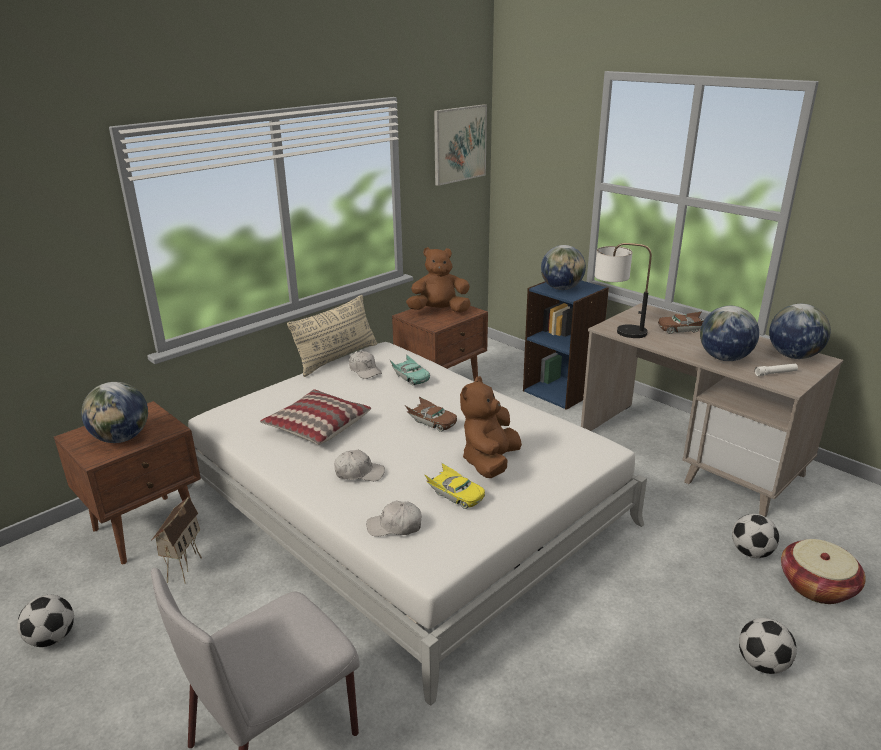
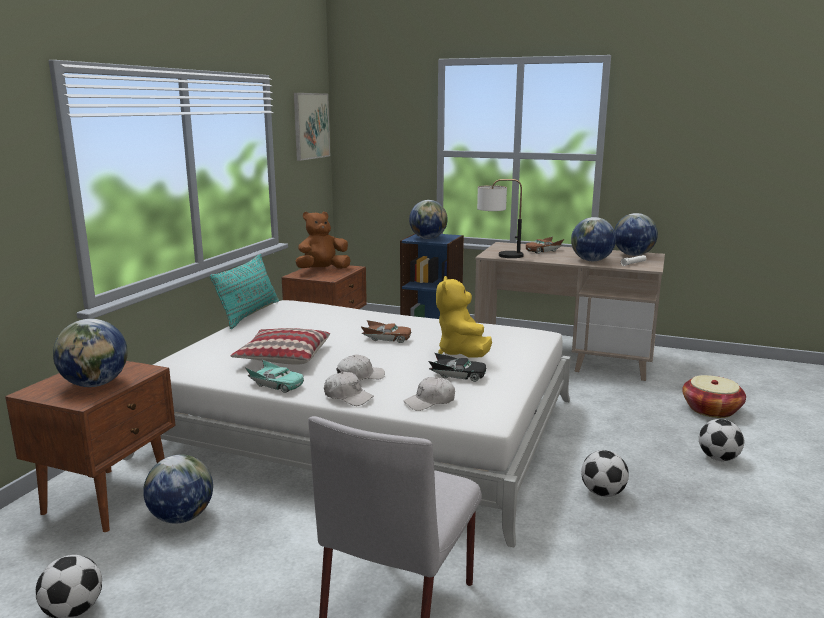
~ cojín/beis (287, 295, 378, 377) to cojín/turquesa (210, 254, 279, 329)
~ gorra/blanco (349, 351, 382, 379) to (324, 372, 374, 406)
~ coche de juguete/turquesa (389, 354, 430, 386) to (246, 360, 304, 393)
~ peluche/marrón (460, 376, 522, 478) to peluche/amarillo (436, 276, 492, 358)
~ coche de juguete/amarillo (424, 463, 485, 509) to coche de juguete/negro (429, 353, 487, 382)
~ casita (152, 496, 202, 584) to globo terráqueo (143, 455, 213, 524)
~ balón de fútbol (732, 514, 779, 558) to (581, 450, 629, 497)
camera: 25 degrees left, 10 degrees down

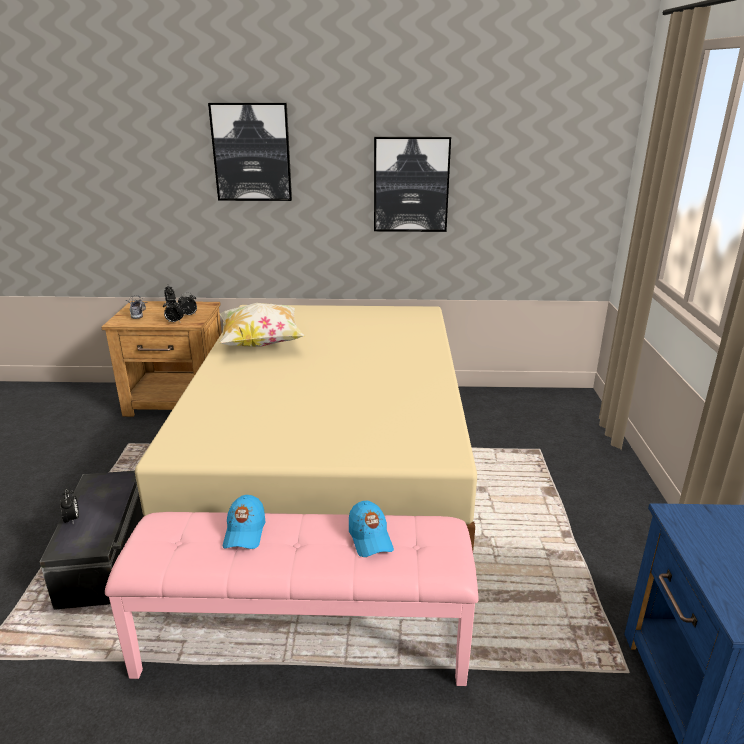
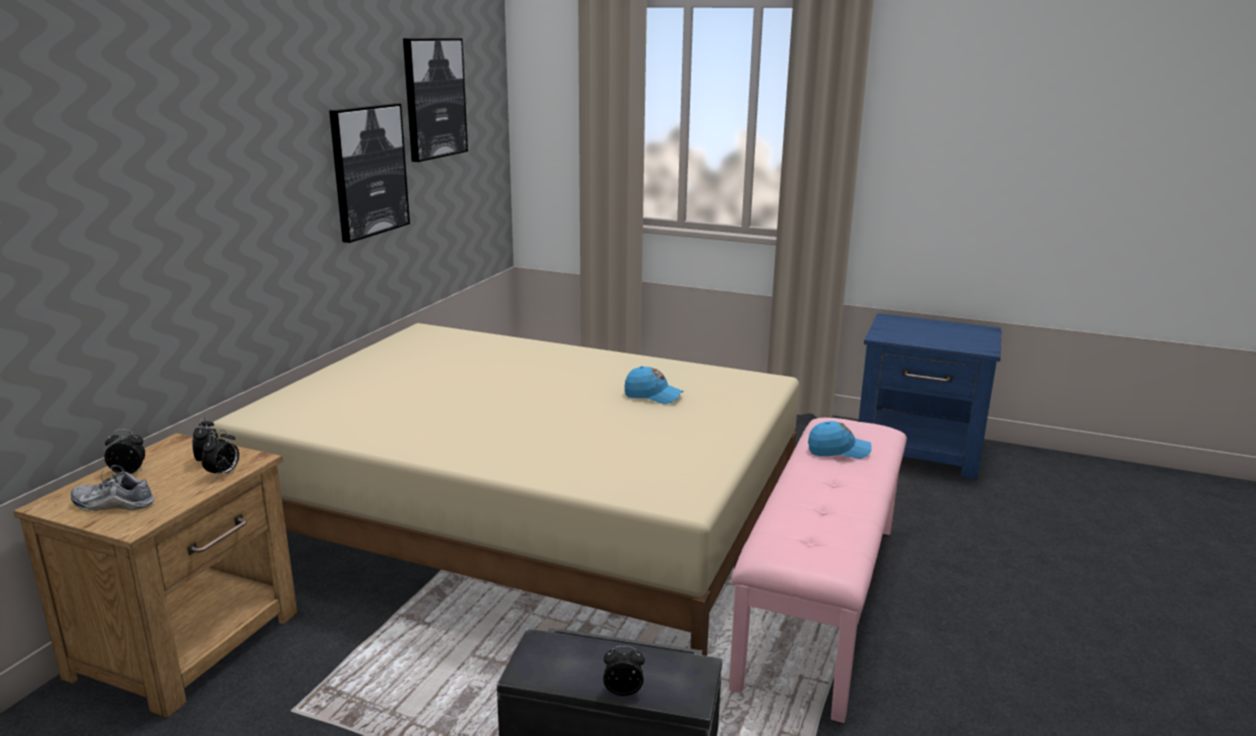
~ cuadro (208, 103, 292, 201) to (403, 38, 468, 162)
- cojín (218, 303, 305, 347)
~ gorra/azul (223, 495, 265, 549) to (624, 366, 683, 404)
camera: 70 degrees left, 5 degrees down

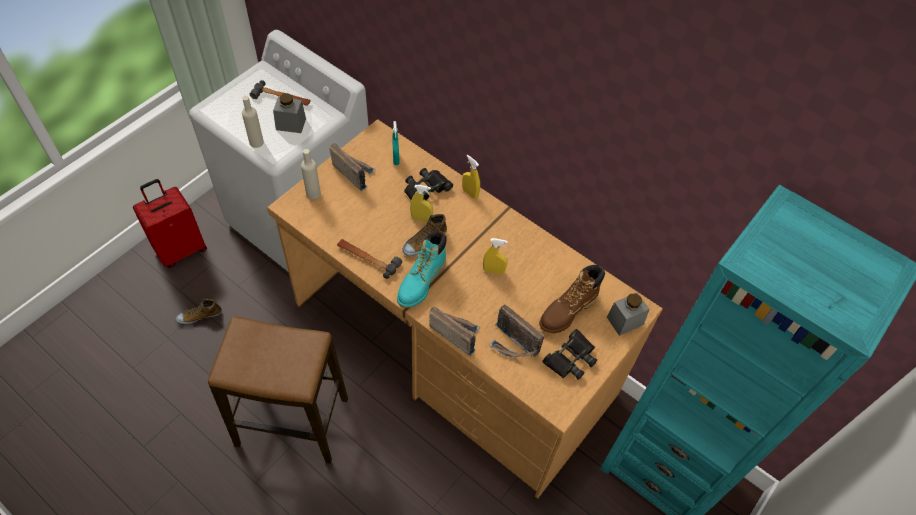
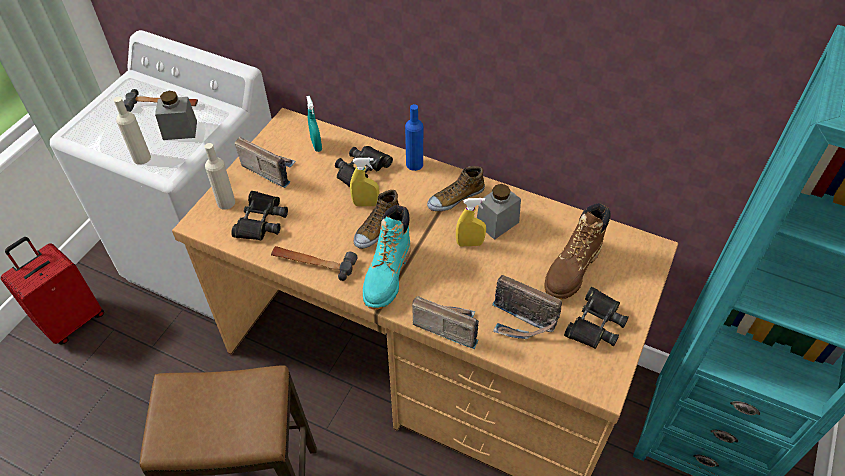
~ pulverizador/amarillo (462, 155, 480, 199) to botella/azul (405, 104, 423, 171)
~ tarro/gris (607, 292, 650, 336) to (477, 184, 521, 240)
~ zapato (176, 299, 222, 324) to (427, 166, 485, 211)
+ prismáticos/negro (231, 191, 288, 240)
camera: 10 degrees left, 5 degrees down

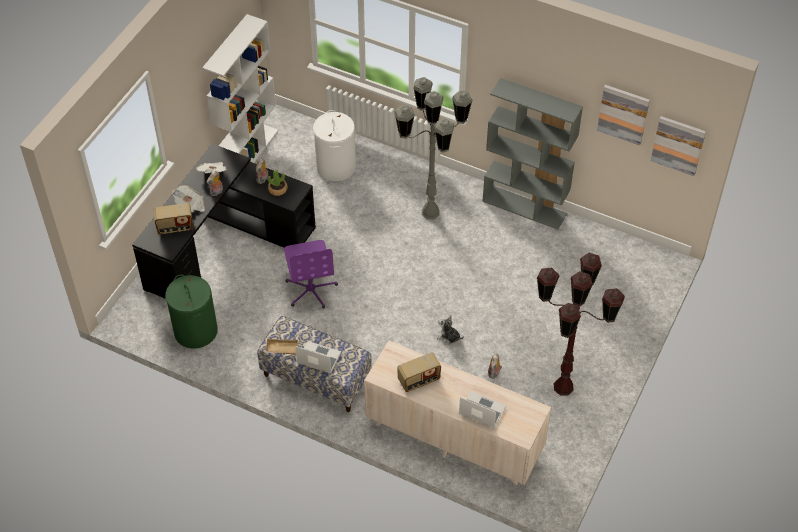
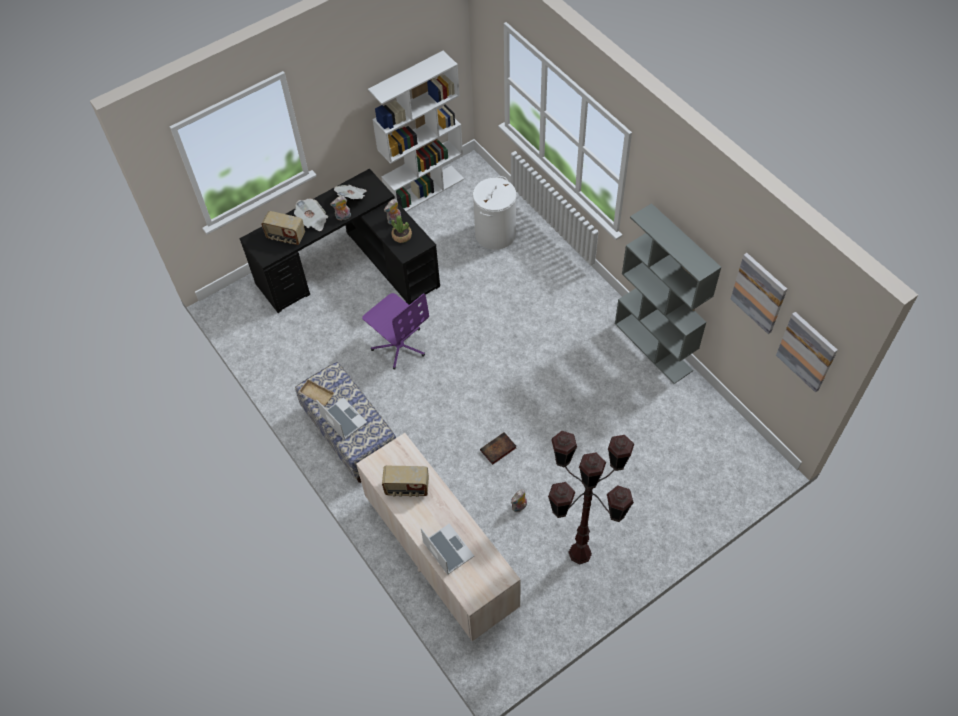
- lámpara de pie/gris (394, 77, 473, 219)
~ silla de oficina/morado (284, 240, 338, 309) = (362, 293, 429, 369) 60 degrees counterclockwise
- cesto de la ropa/verde (165, 274, 218, 349)
~ peluche (437, 315, 464, 345) to libro (480, 432, 516, 465)
camera: 30 degrees right, 5 degrees up

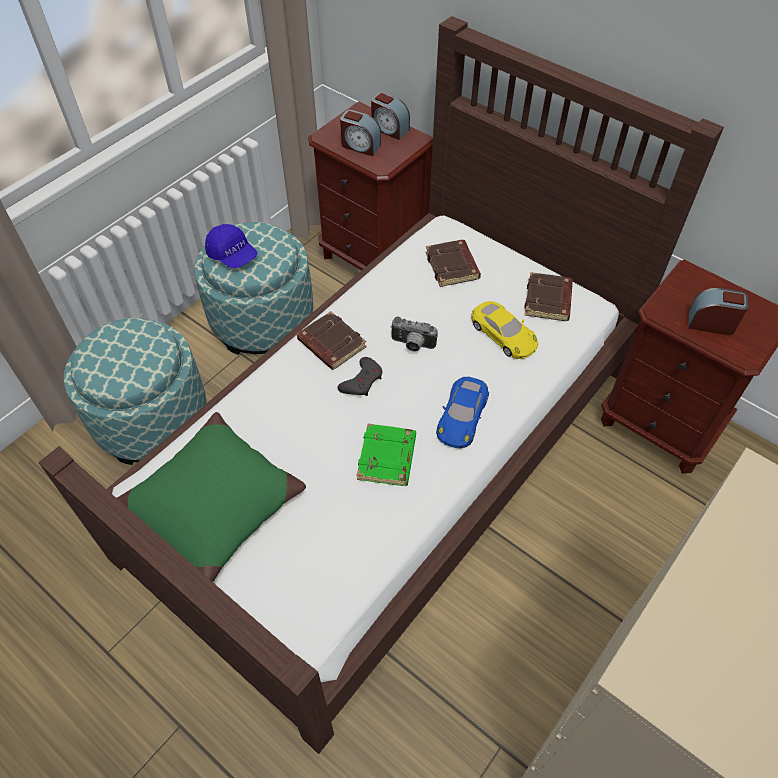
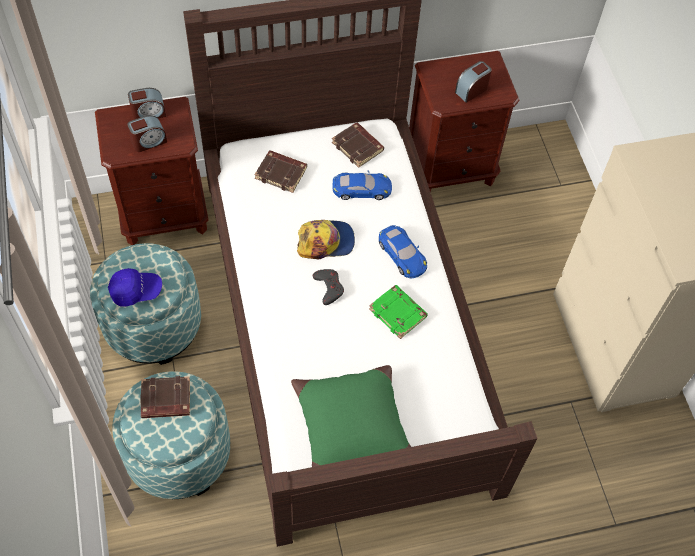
~ coche de juguete/amarillo (471, 301, 538, 359) to coche de juguete/azul (332, 170, 392, 200)
~ libro/marrón (297, 311, 367, 370) to (140, 376, 190, 418)
~ cámara (390, 317, 438, 352) to gorra (297, 220, 355, 260)
camera: 55 degrees left, 5 degrees up

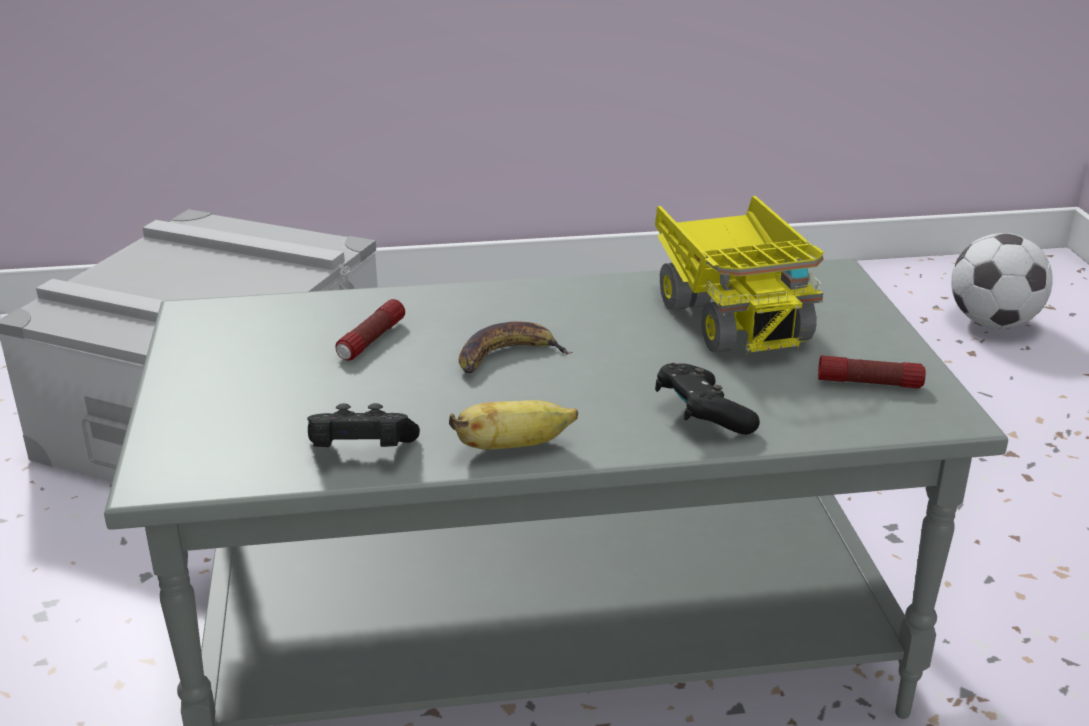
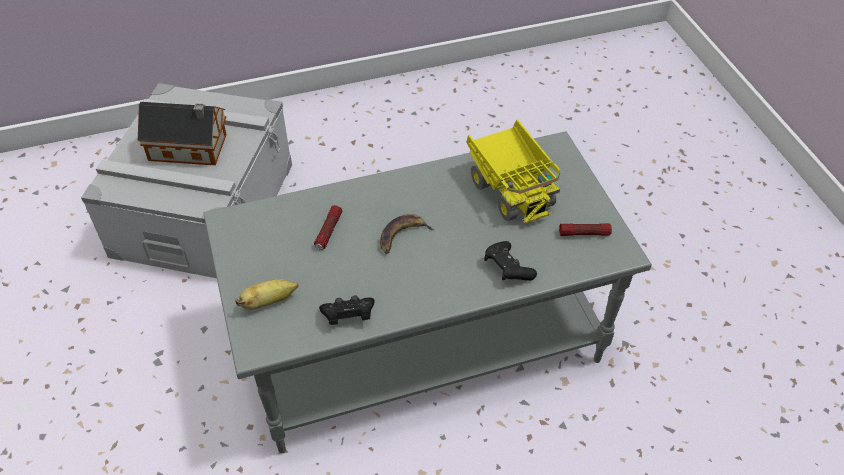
- balón de fútbol (951, 233, 1053, 329)
~ plátano (449, 400, 578, 449) to (236, 279, 299, 309)
+ casita (138, 102, 227, 165)
camera: 10 degrees left, 20 degrees up

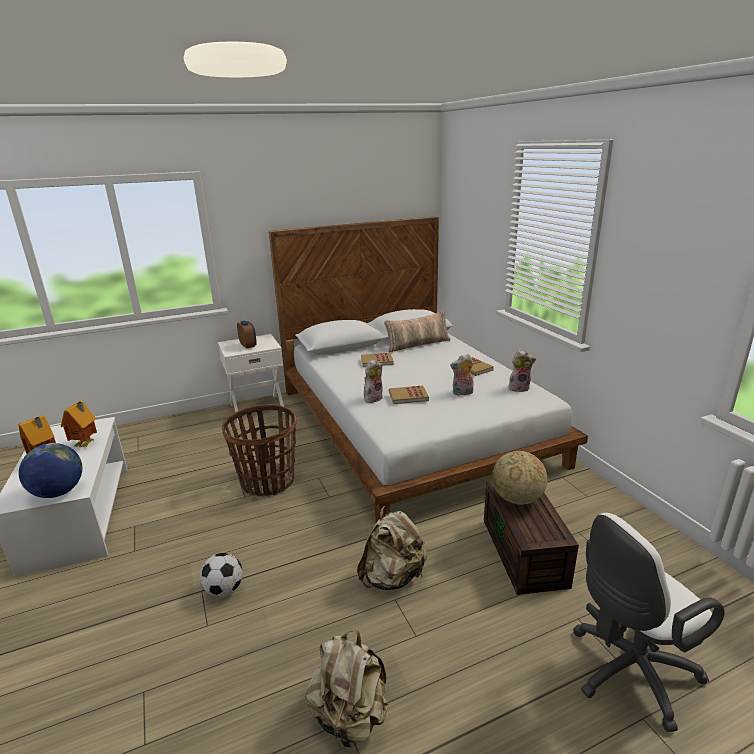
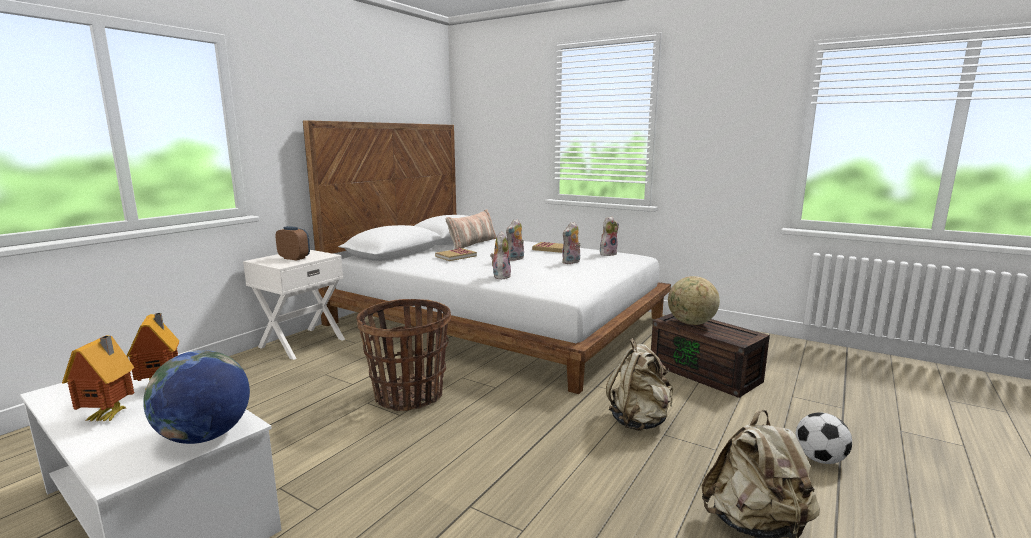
- libro (389, 386, 429, 404)
- silla de oficina/blanco (573, 513, 725, 732)
~ balón de fútbol (200, 553, 243, 597) to (796, 412, 852, 464)
+ peluche (506, 219, 524, 261)
camera: 35 degrees left, 10 degrees down

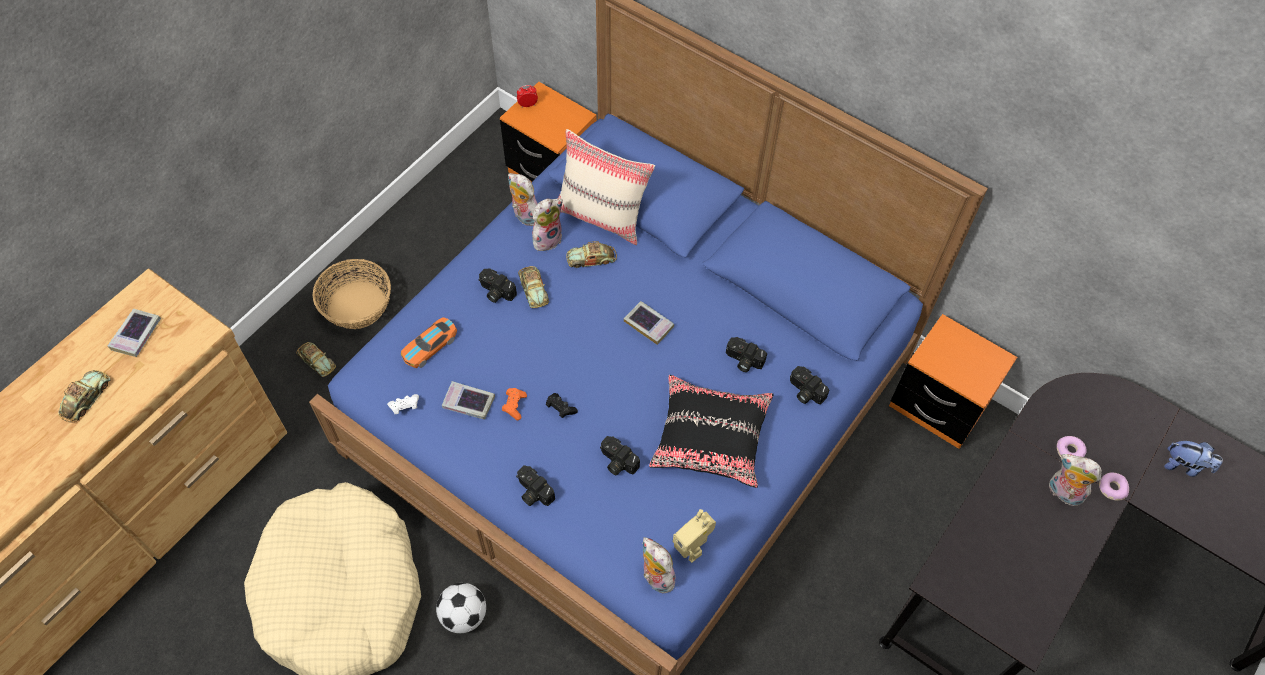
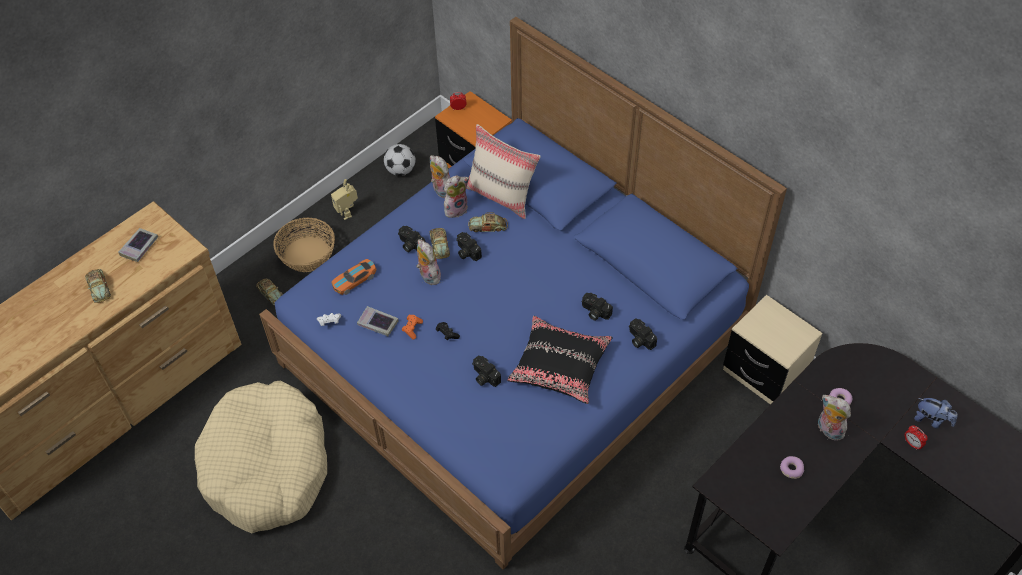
- libro (624, 301, 674, 345)
~ mesita de noche/naranja (889, 314, 1017, 449) to mesita de noche/beis (723, 295, 823, 405)
~ coche de juguete (58, 370, 111, 422) = (85, 269, 111, 303) 120 degrees clockwise
~ cámara (516, 465, 555, 506) to (456, 232, 482, 261)
~ rosquilla (1099, 472, 1129, 501) to (780, 456, 804, 479)
~ robot de juguete (673, 509, 716, 563) to (331, 179, 358, 220)
~ peluche (643, 537, 676, 593) to (416, 239, 441, 285)
~ balón de fútbol (436, 583, 486, 634) to (384, 144, 415, 176)
+ despertador (905, 426, 928, 450)
camera: 10 degrees right, 5 degrees down

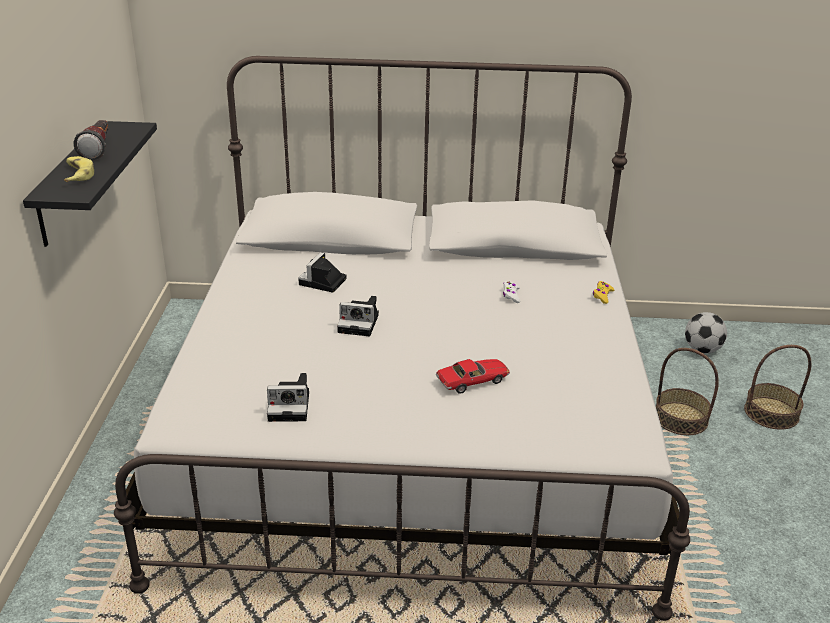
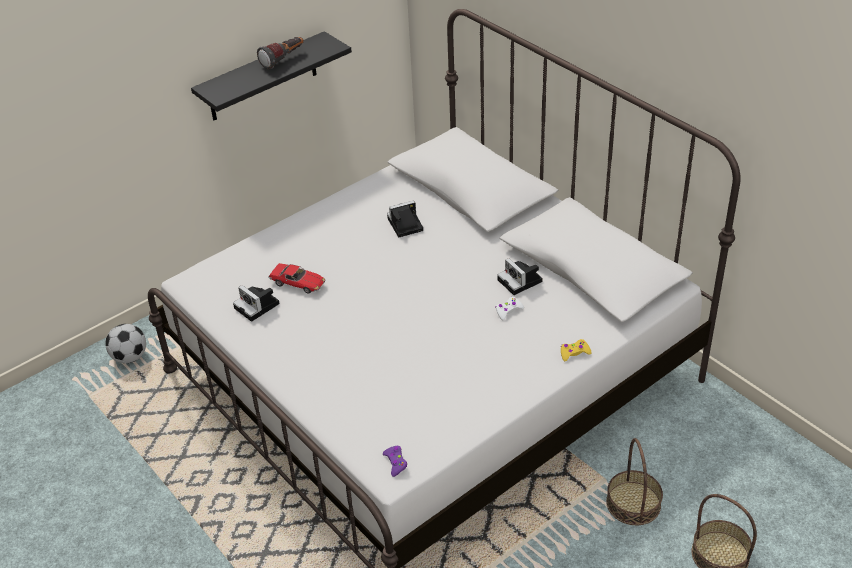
- plátano (64, 156, 94, 182)
~ cámara (337, 296, 379, 337) to (497, 258, 543, 295)
~ balón de fútbol (685, 312, 727, 353) to (105, 324, 146, 364)
~ coche de juguete (436, 359, 510, 394) to (268, 263, 325, 294)
+ mando de consola/morado (383, 446, 407, 477)
camera: 50 degrees right, 10 degrees up

